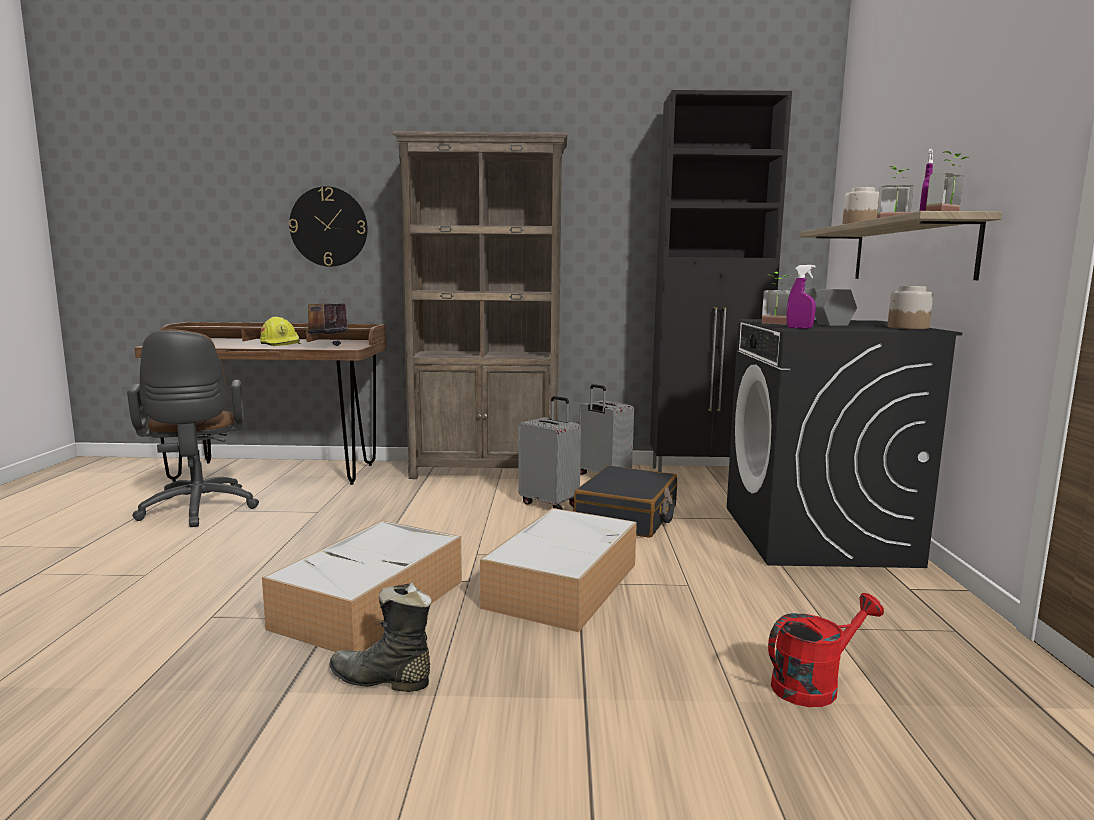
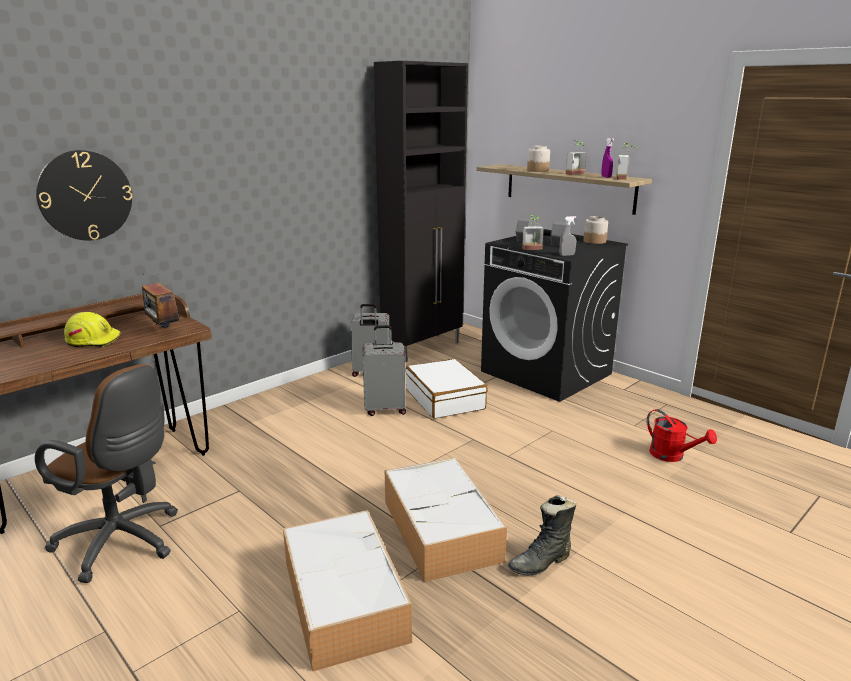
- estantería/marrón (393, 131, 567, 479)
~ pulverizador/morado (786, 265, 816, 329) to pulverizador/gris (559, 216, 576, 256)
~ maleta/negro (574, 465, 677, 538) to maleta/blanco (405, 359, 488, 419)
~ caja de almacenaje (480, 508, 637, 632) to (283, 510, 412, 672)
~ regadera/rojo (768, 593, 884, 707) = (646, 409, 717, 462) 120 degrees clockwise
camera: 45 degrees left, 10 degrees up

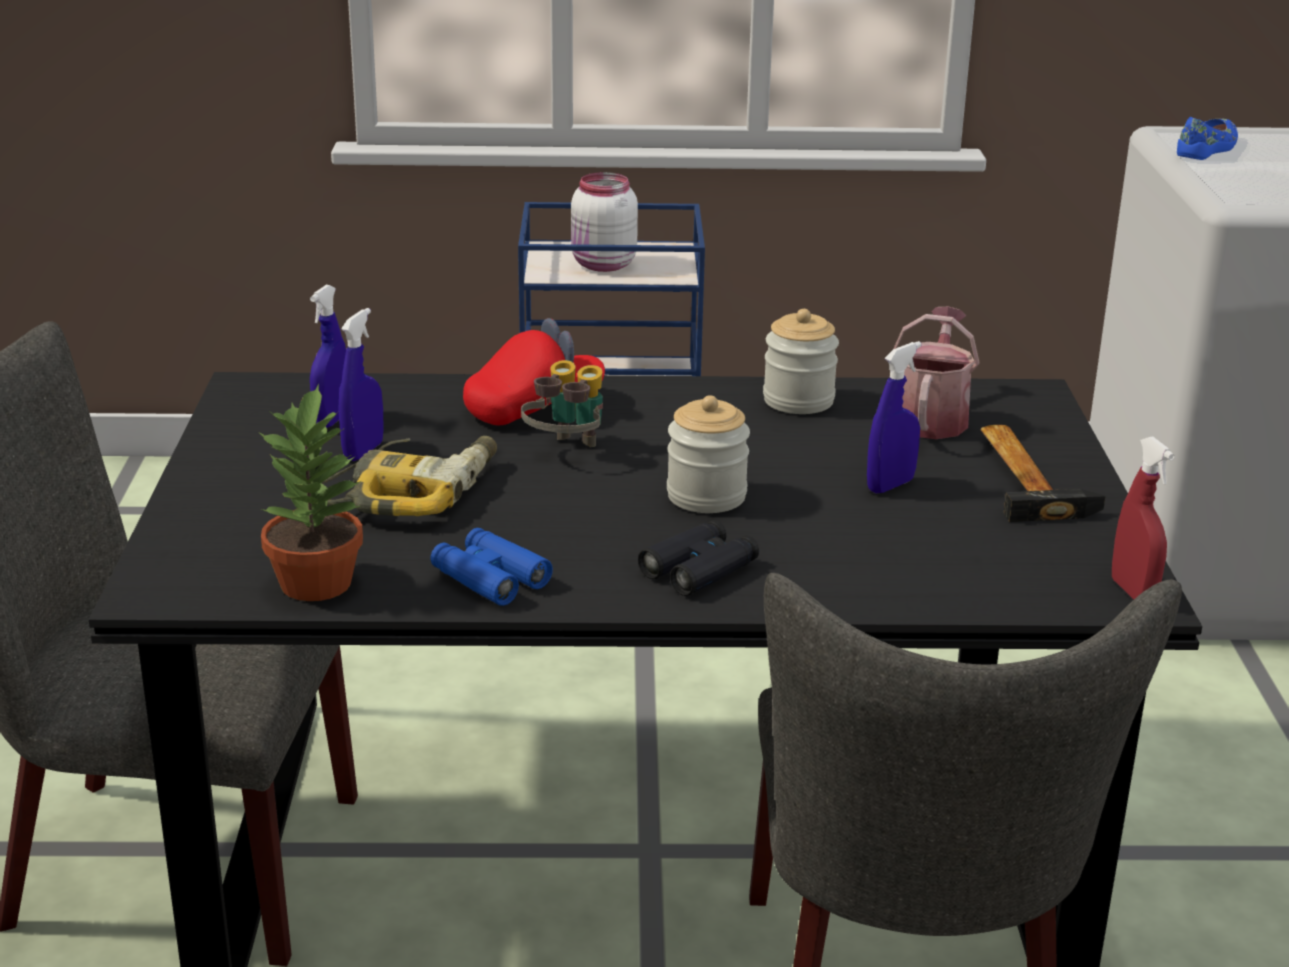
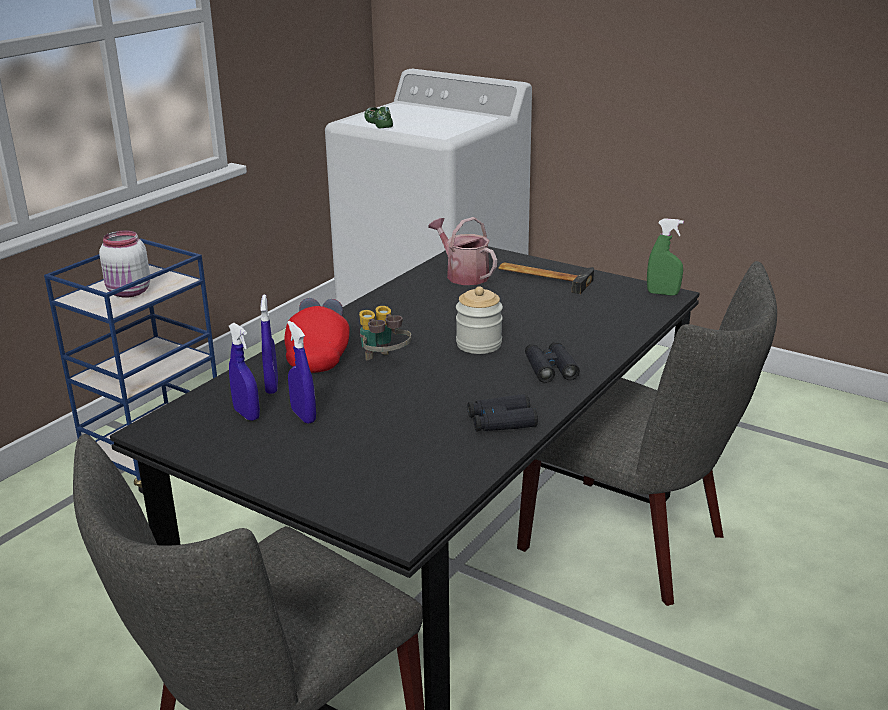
~ zapato/azul (1177, 117, 1238, 160) to zapato/verde (364, 107, 393, 128)
- tarro (763, 309, 839, 414)
~ pulverizador/azul (867, 341, 922, 493) to (260, 294, 278, 394)
- planta en maceta (260, 384, 363, 601)
- taladro (322, 436, 497, 516)
~ pulverizador/rojo (1112, 436, 1175, 599) to pulverizador/verde (647, 218, 684, 296)
~ prismáticos/azul (430, 528, 553, 606) to prismáticos/negro (467, 394, 538, 432)
camera: 55 degrees left, 0 degrees up

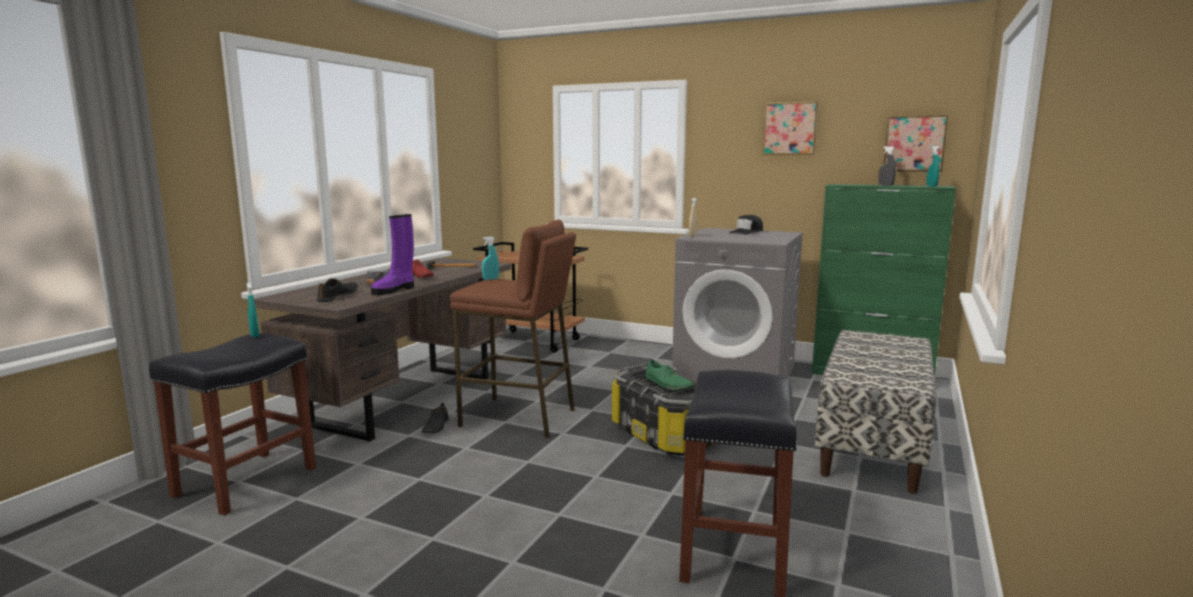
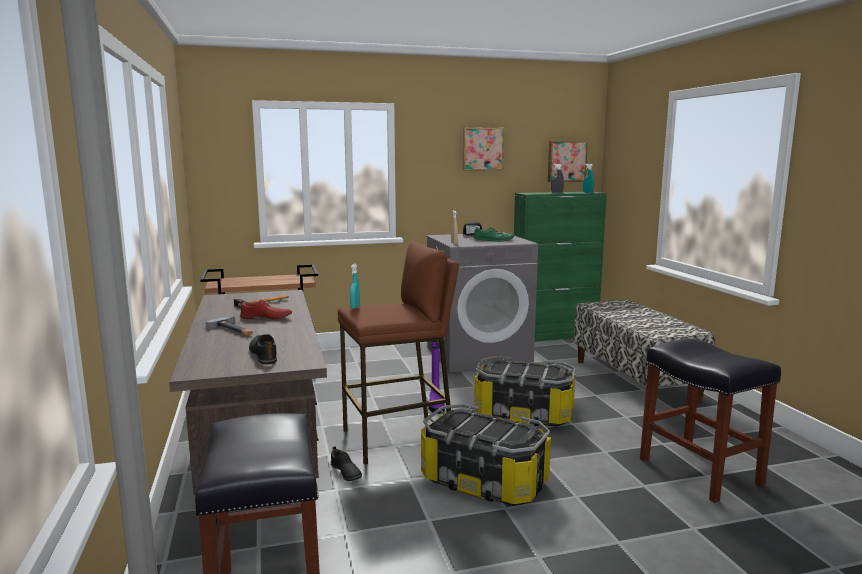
~ bota/morado (371, 214, 414, 295) to (429, 341, 445, 414)
- pulverizador/turquesa (247, 283, 259, 337)
~ zapato/verde (646, 360, 693, 390) to (474, 227, 514, 241)
+ caja de almacenaje (421, 404, 551, 506)
camera: 40 degrees left, 0 degrees up

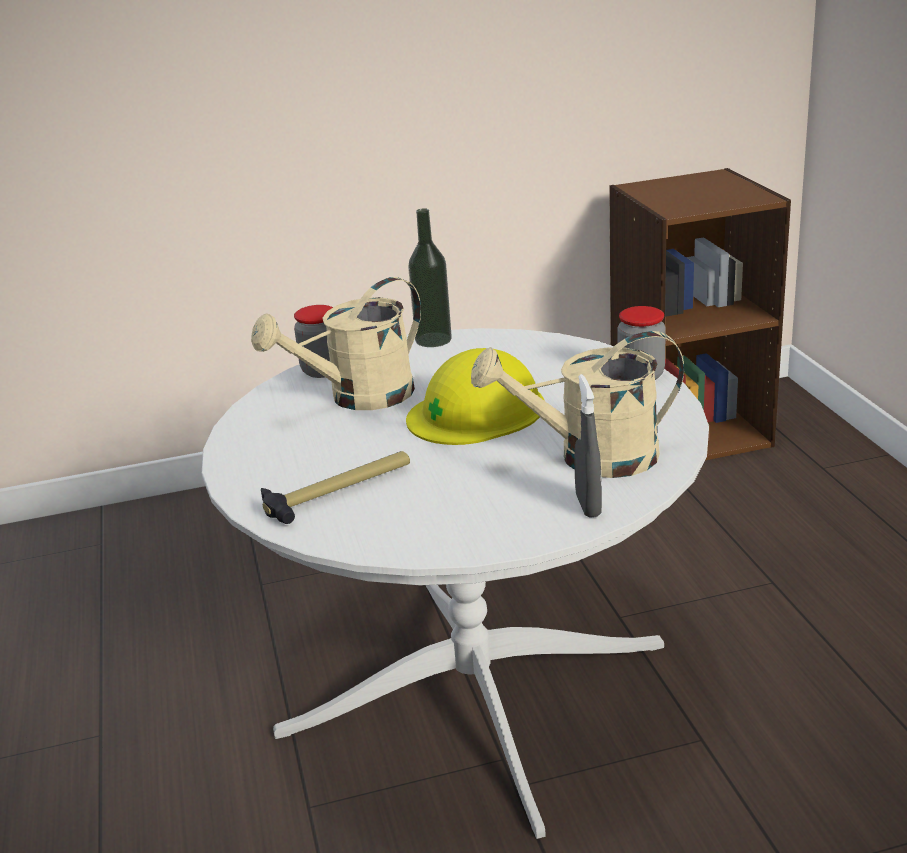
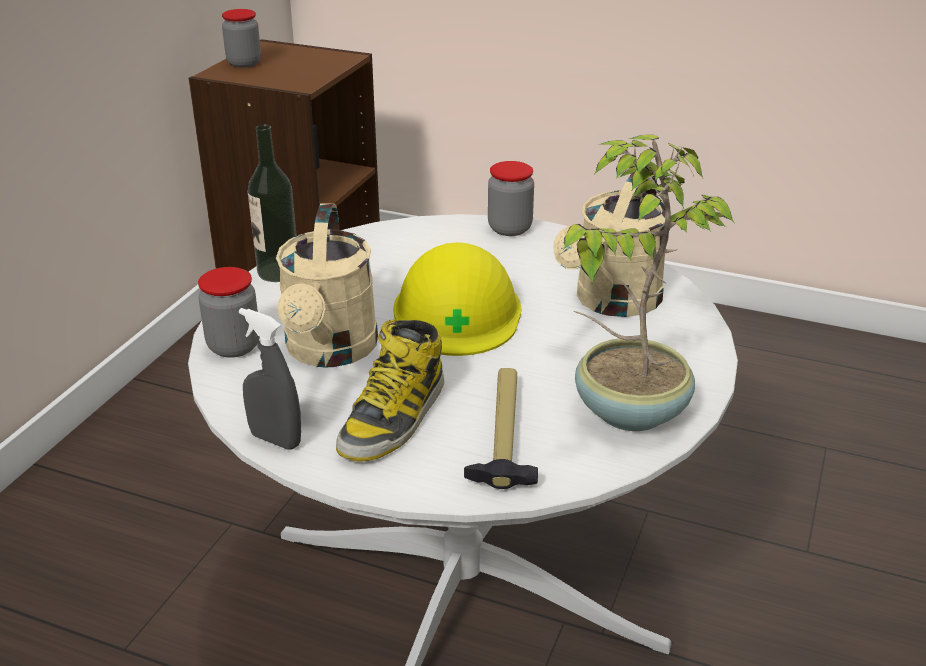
~ pulverizador/gris (574, 374, 602, 518) to (239, 308, 301, 449)
+ tarro (222, 9, 261, 68)
+ planta en maceta (564, 135, 734, 431)
+ bota (336, 319, 444, 462)
camera: 55 degrees left, 5 degrees up

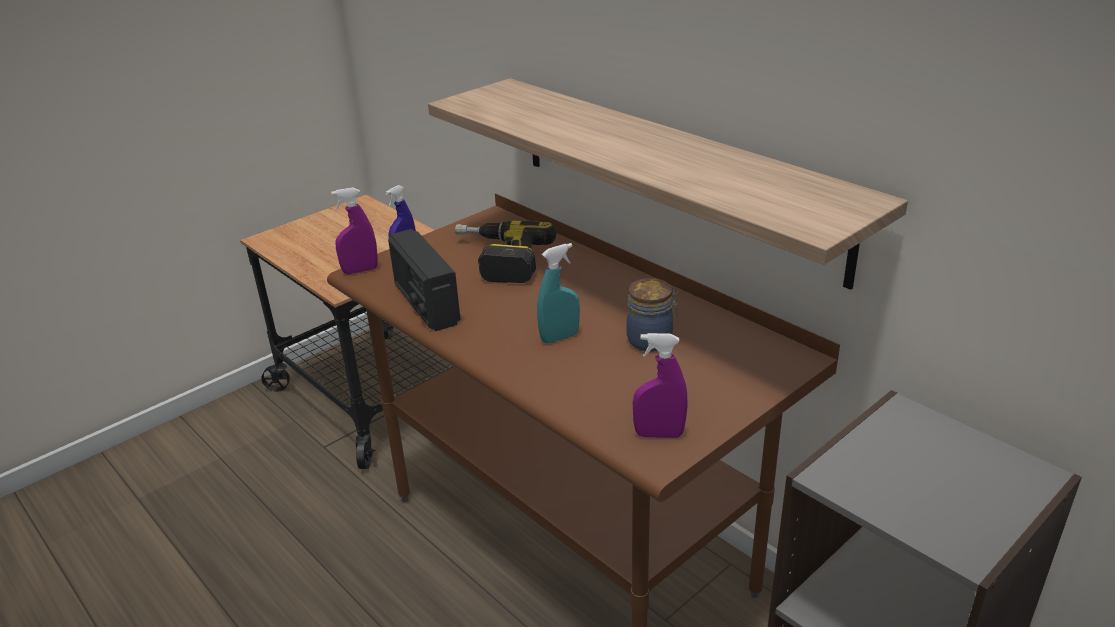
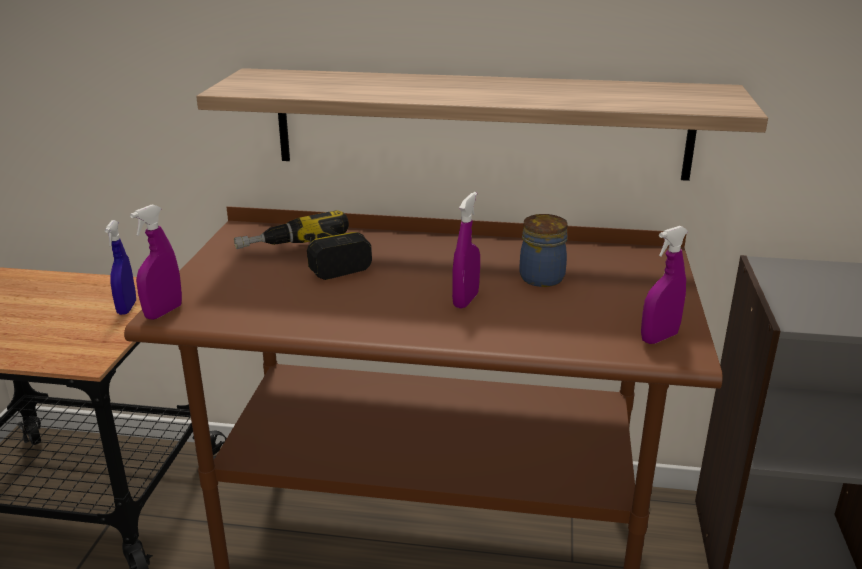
- radio (388, 229, 461, 331)
~ pulverizador/turquesa (537, 243, 580, 343) to pulverizador/morado (452, 192, 480, 309)
camera: 40 degrees left, 5 degrees down

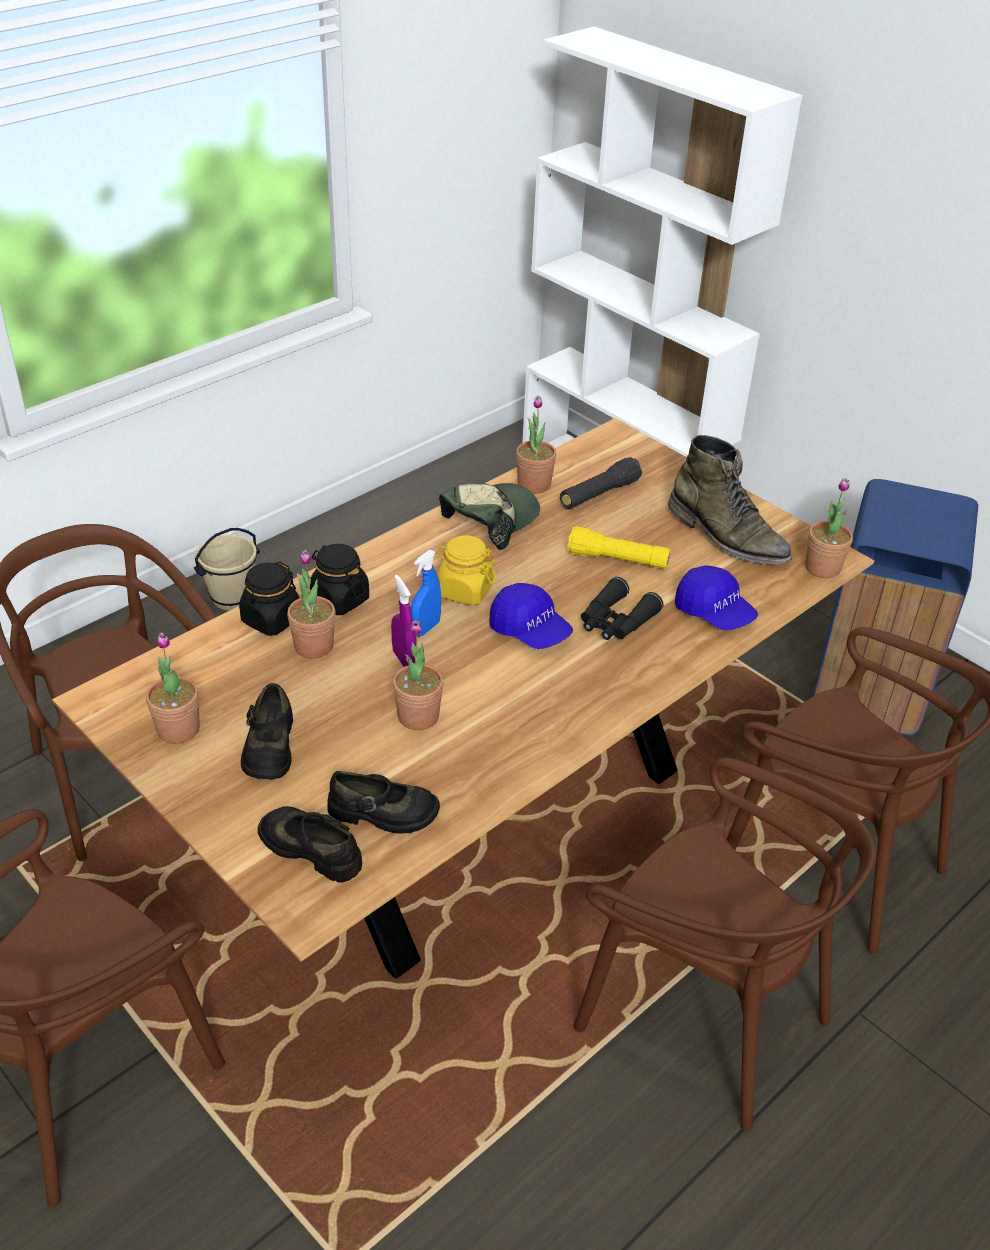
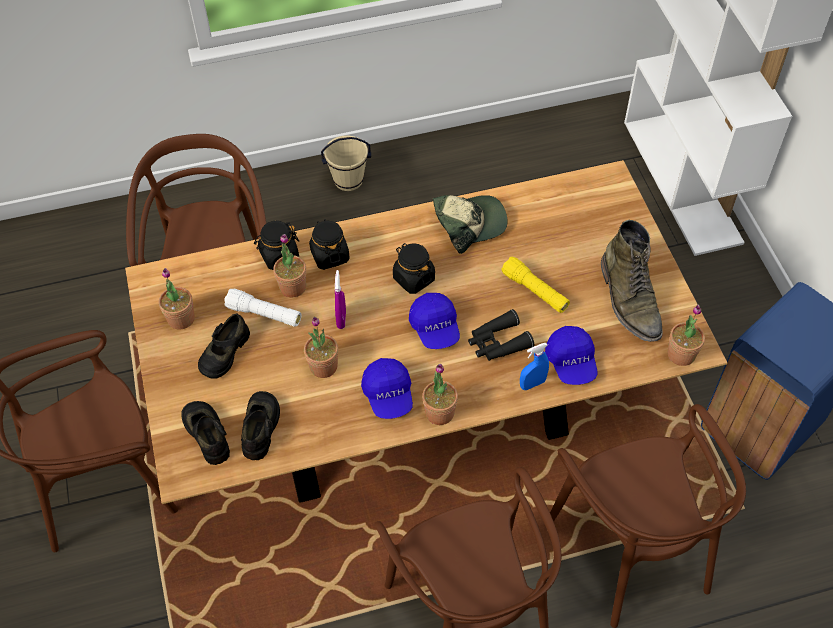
~ planta en maceta (516, 395, 556, 493) to (422, 364, 458, 425)
- linterna/negro (560, 457, 642, 509)
~ tarro/amarillo (435, 535, 496, 605) to tarro/negro (393, 243, 435, 294)
~ pulverizador/azul (411, 550, 441, 637) to (520, 343, 549, 390)
~ zapato/negro (327, 771, 440, 834) = (241, 391, 280, 460) 120 degrees counterclockwise
+ linterna/blanco (224, 289, 301, 327)
+ gorra/azul (361, 358, 413, 419)
camera: 30 degrees right, 15 degrees up

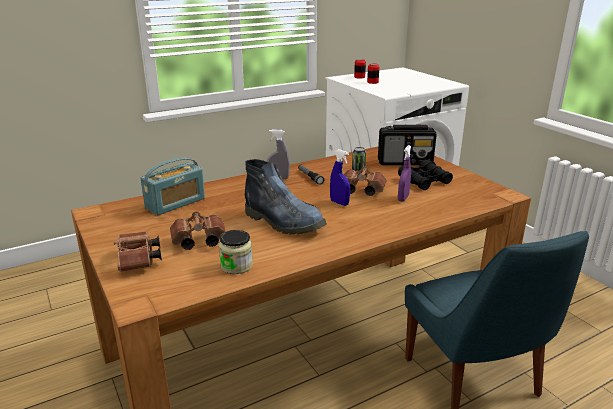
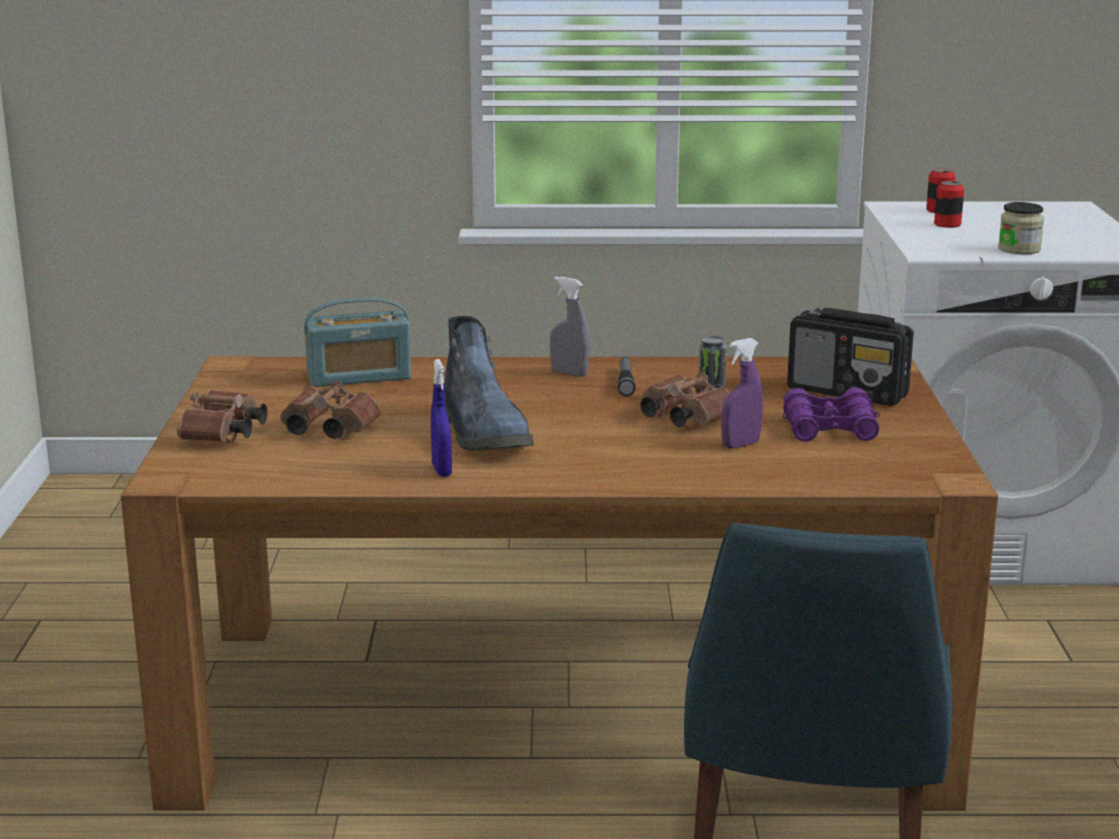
~ pulverizador/azul (330, 149, 350, 206) to (431, 359, 452, 477)
~ prismáticos/negro (398, 160, 453, 190) to prismáticos/morado (782, 387, 880, 442)
~ tarro (219, 230, 253, 274) to (998, 202, 1044, 254)
camera: 30 degrees right, 5 degrees down

